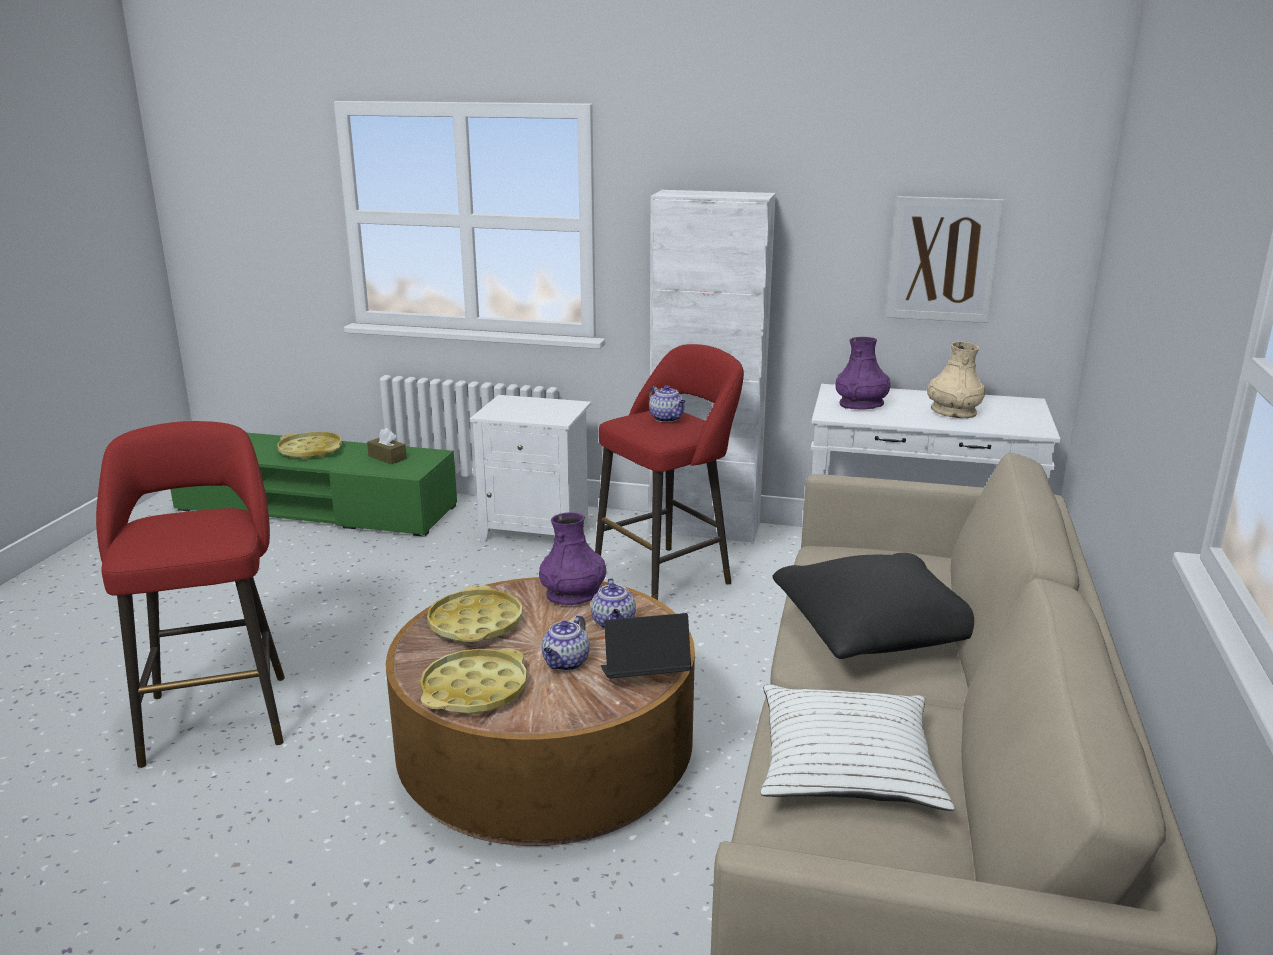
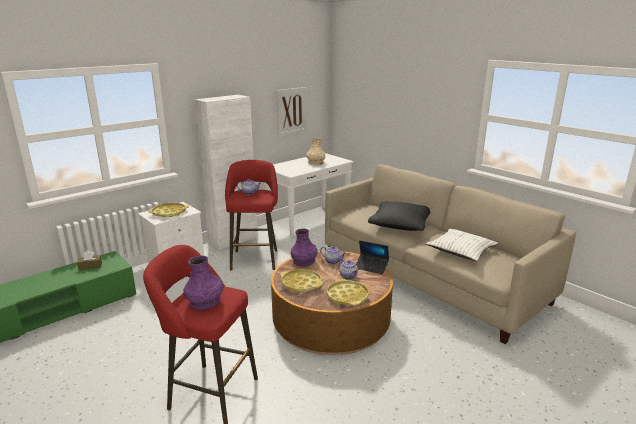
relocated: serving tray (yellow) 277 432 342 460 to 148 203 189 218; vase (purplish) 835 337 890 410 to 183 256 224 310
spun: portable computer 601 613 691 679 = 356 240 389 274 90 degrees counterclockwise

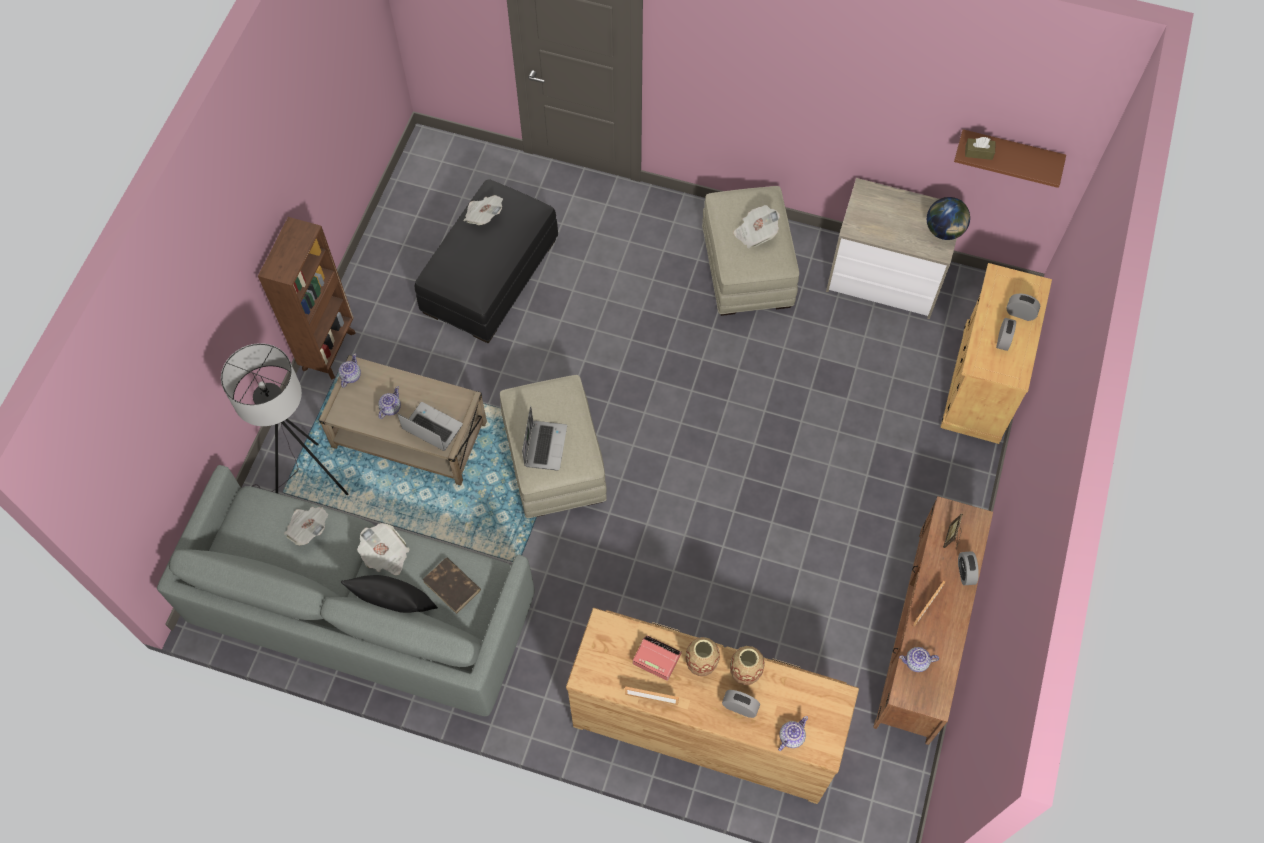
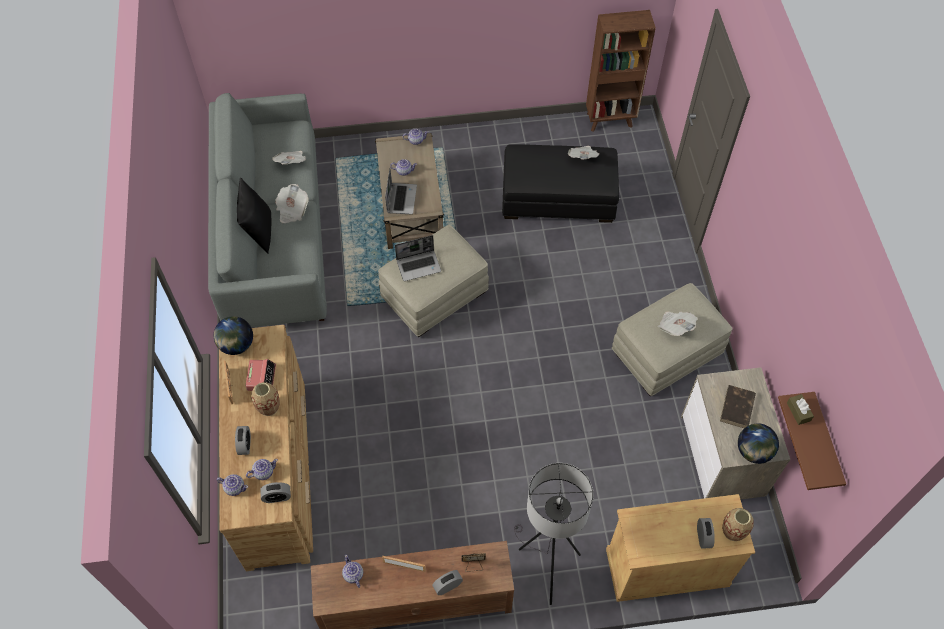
appeared: desk globe 214 316 253 355; teapot 246 459 278 480
relocated: table clock 996 318 1016 351 to 260 482 291 503; floor lamp (gray) 221 343 348 495 to 514 463 594 605; bookcase (brownish) 258 217 356 379 to 586 10 656 132; book (brownish) 422 557 481 614 to 720 385 756 428; vase 730 646 765 685 to 722 508 754 541

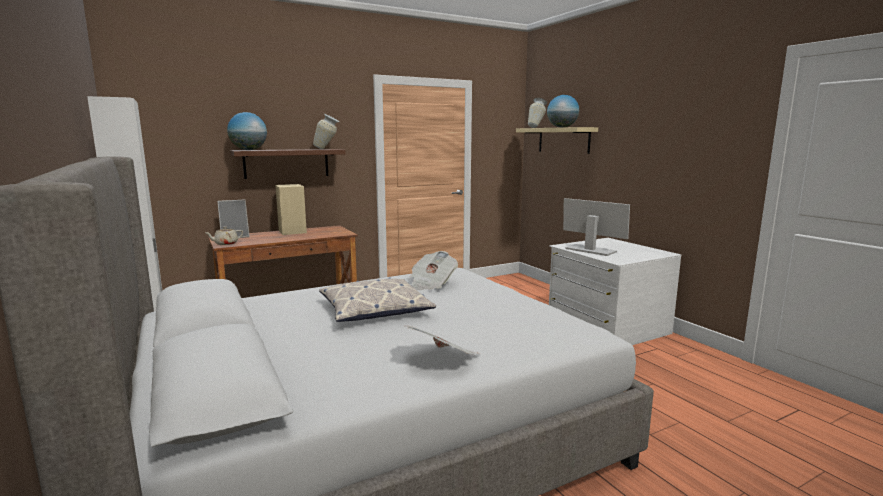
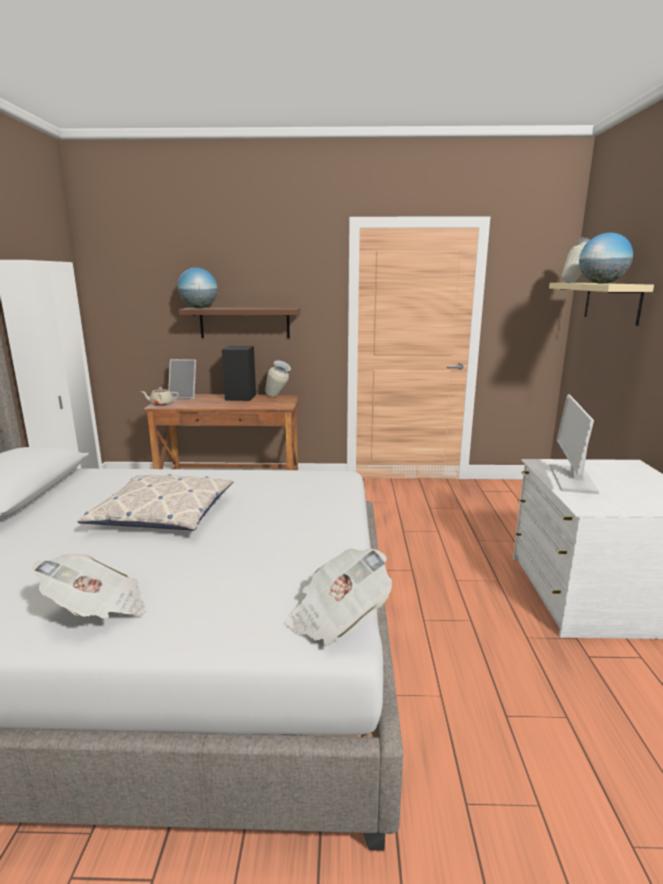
relocated: vase 313 114 339 149 to 265 360 291 397; printed paper 410 251 458 290 to 286 548 392 646
colour: audio speaker (beige-coloured) 275 184 307 235 to audio speaker (blackish) 222 346 256 401
spun: computer display 563 198 630 256 = 550 394 599 494 150 degrees counterclockwise

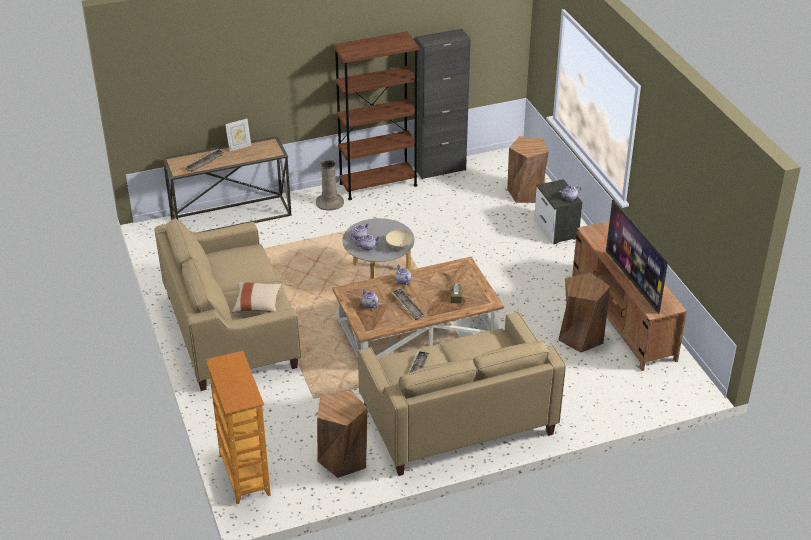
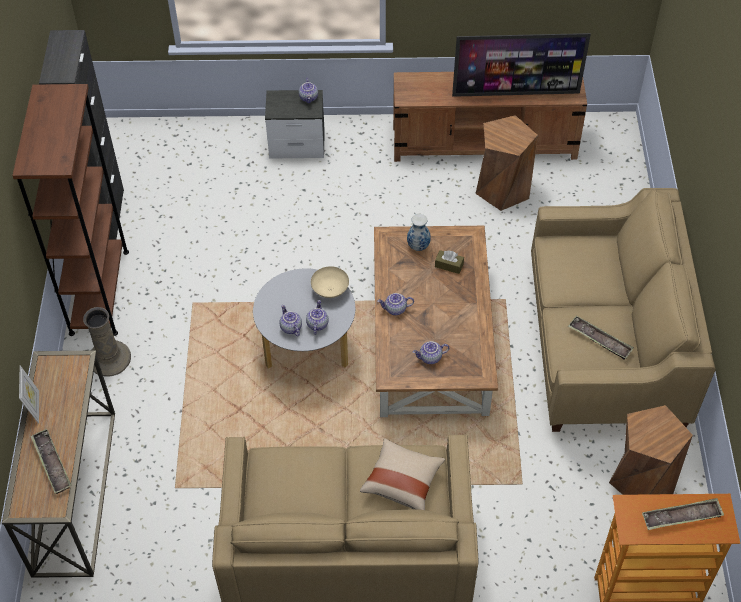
missing: stool (brownish) 507 136 549 203
appeared: vase 407 214 431 251
relocated: serving tray 391 288 425 320 to 642 498 724 530

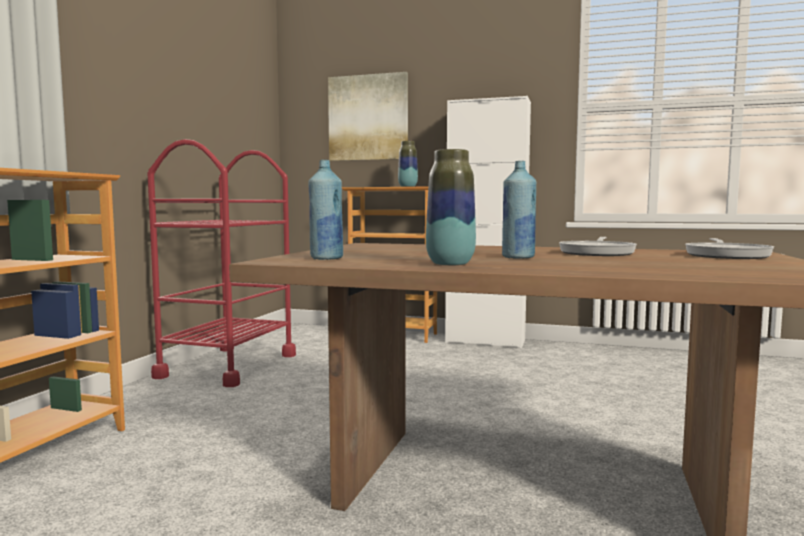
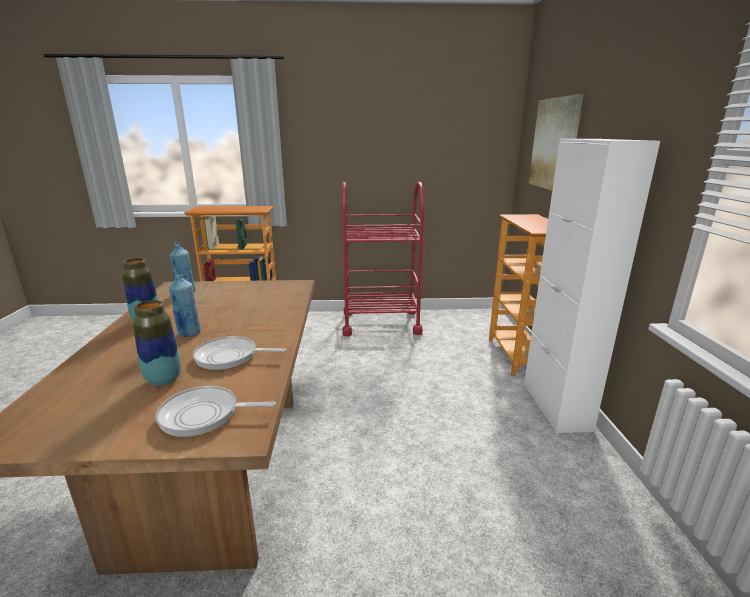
relocated: vase 398 141 418 187 to 133 300 181 386

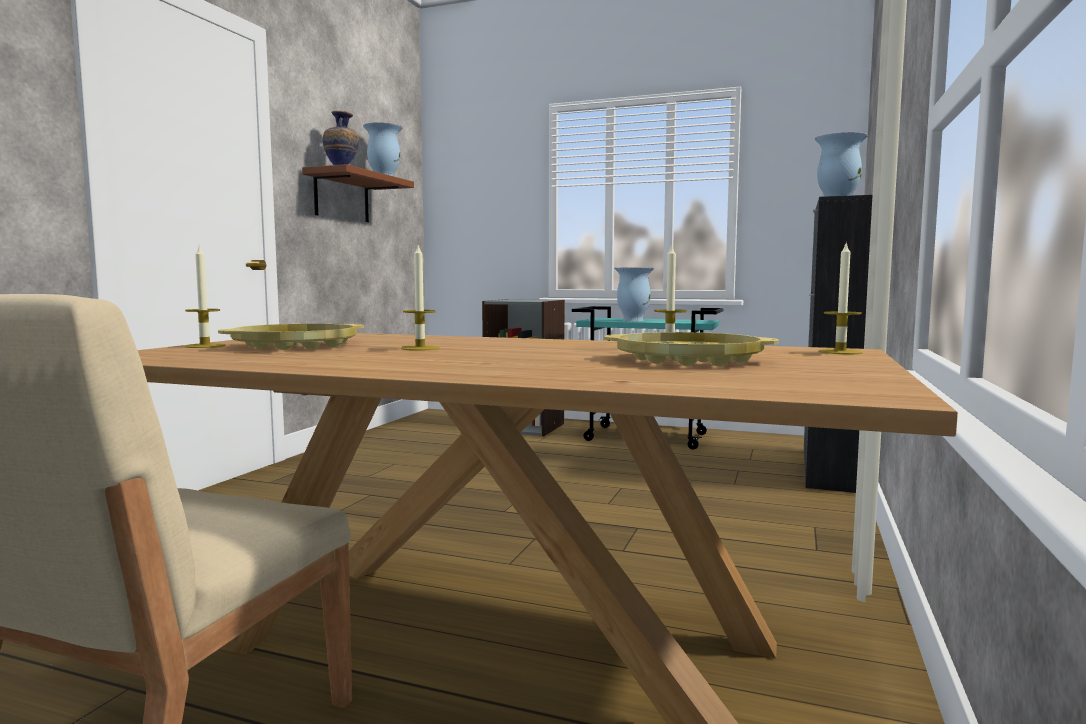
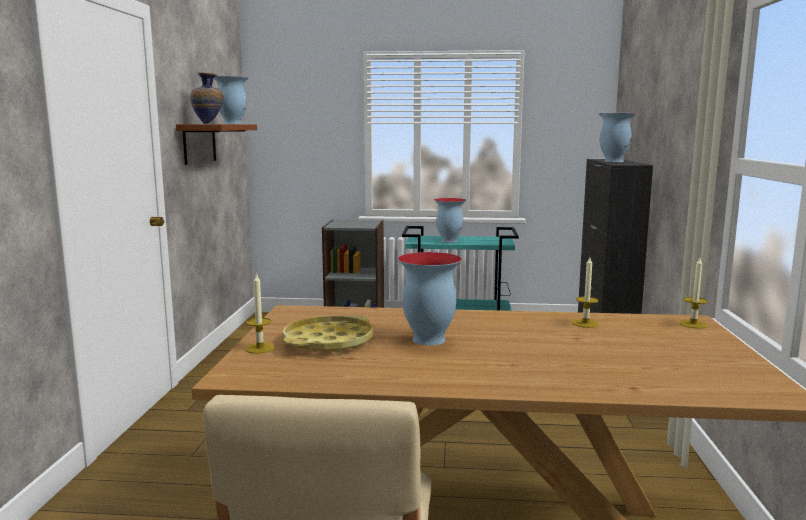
missing: serving tray (yellow) 604 332 779 366
exchanged: wax light 401 245 440 351 to vase 398 252 462 345

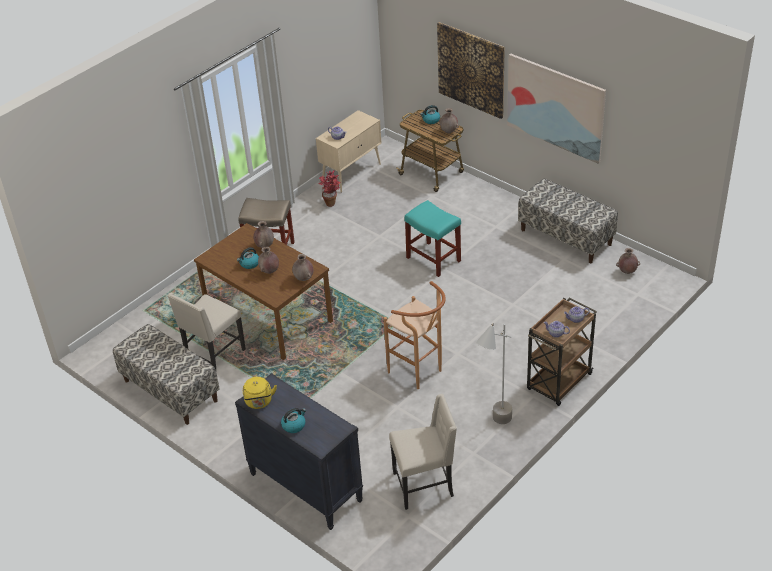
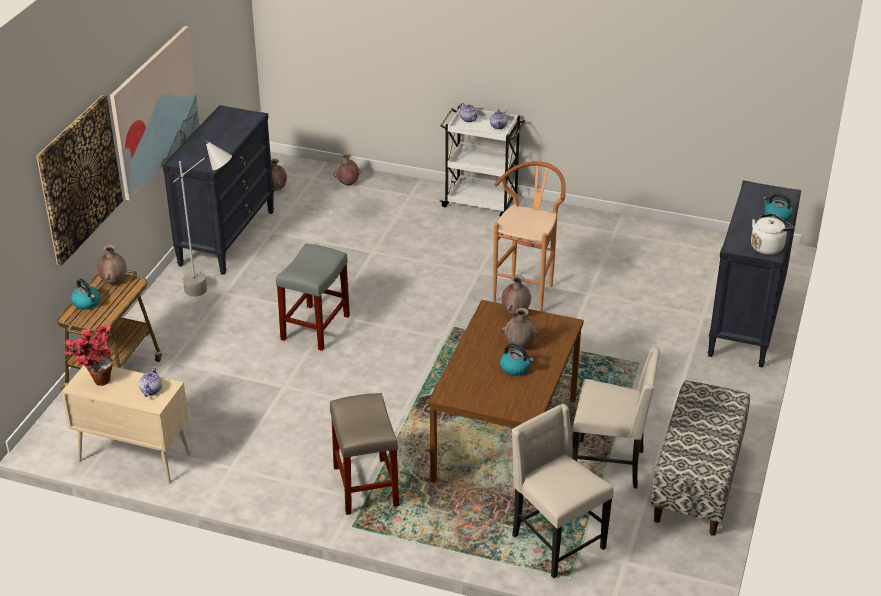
relocated: potted plant 319 170 341 207 to 64 325 113 386; floor lamp (gray) 476 323 512 424 to 173 140 232 297; vase (brownish) 253 221 274 248 to 333 153 362 186; plain chair (beige-coloured) 389 394 457 510 to 512 404 614 578
exchanged: bench 518 178 618 263 to chest of drawers (blackish) 163 105 274 275
colour: stool (blue-green) 404 200 461 277 to stool (gray) 276 244 350 351; trolley (brownish) 527 298 597 406 to trolley (white) 439 106 525 217; water kettle (yellow) 243 377 277 409 to water kettle (white) 751 213 794 255

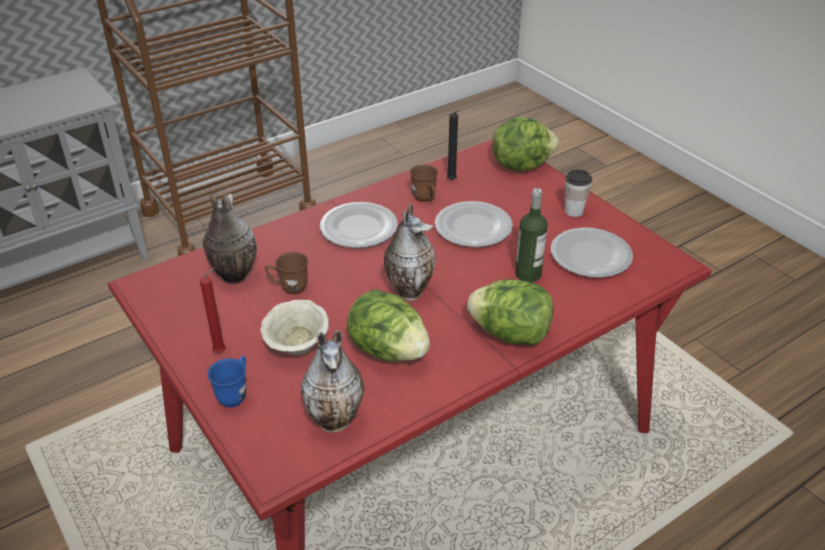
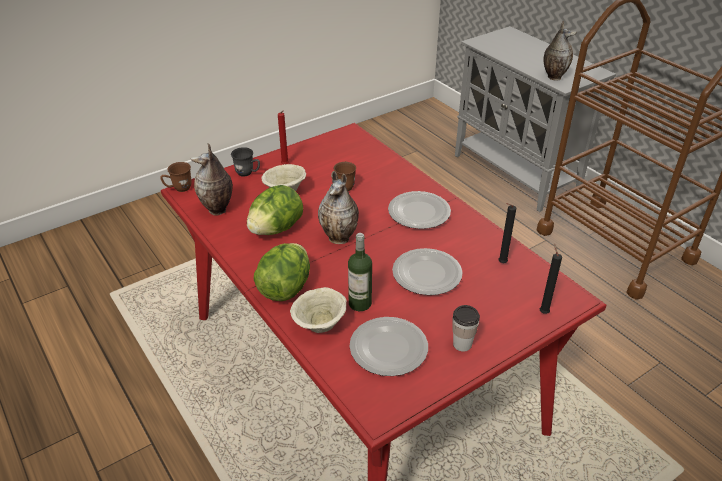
appeared: deep dish (beige-coloured) 290 287 347 333
relocated: tea mug (brownish) 410 165 438 202 to 160 162 192 192; vase 203 194 257 284 to 543 21 577 81
exchanged: head of lettuce 492 117 559 171 to wax light (blackish) 540 244 562 314
colour: tea mug (blue-coloured) 207 356 246 408 to tea mug (gray) 231 147 260 177

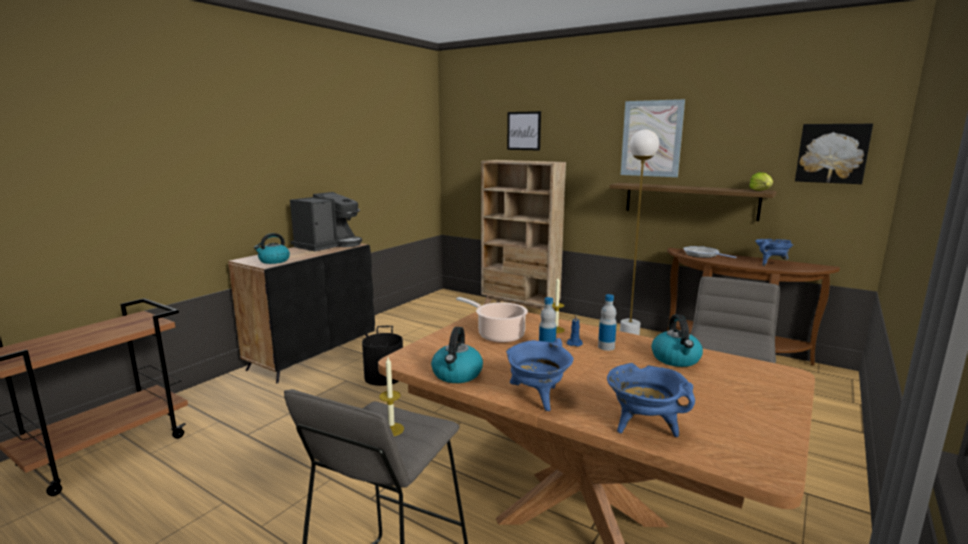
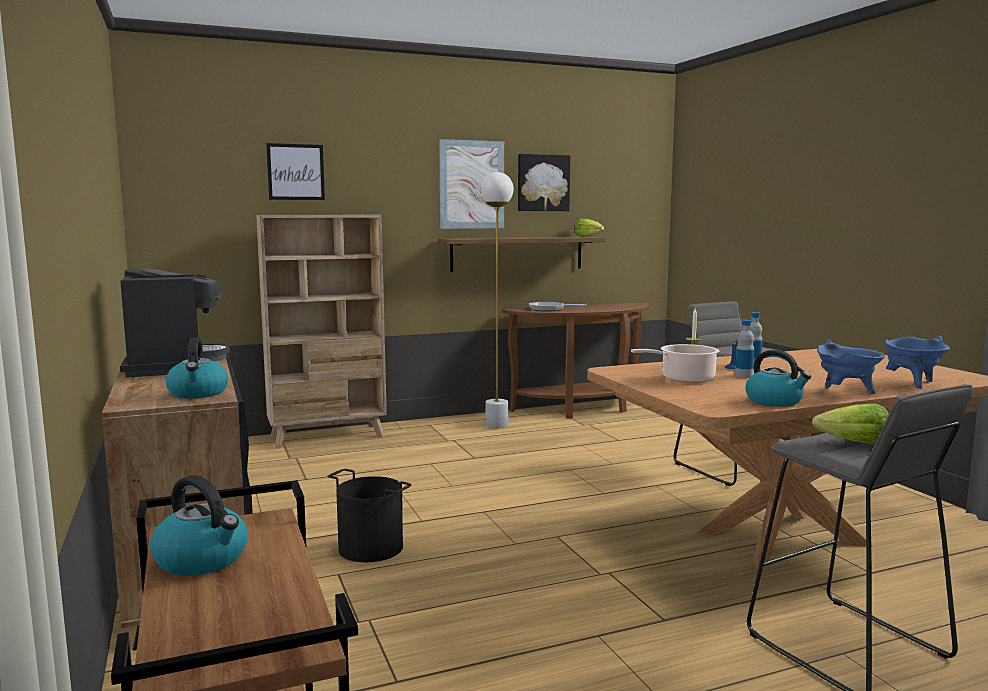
missing: stockpot (blue-coloured) 755 239 794 266
relocated: water kettle 652 314 703 367 to 150 475 247 576; wall picture 795 124 873 184 to 518 154 570 211
exchanged: wax light 379 357 404 436 to head of lettuce 812 403 889 444

